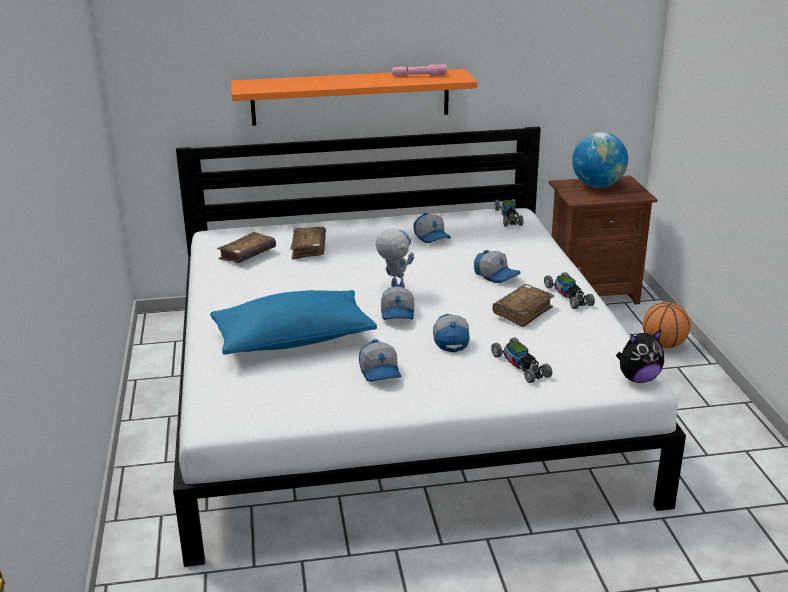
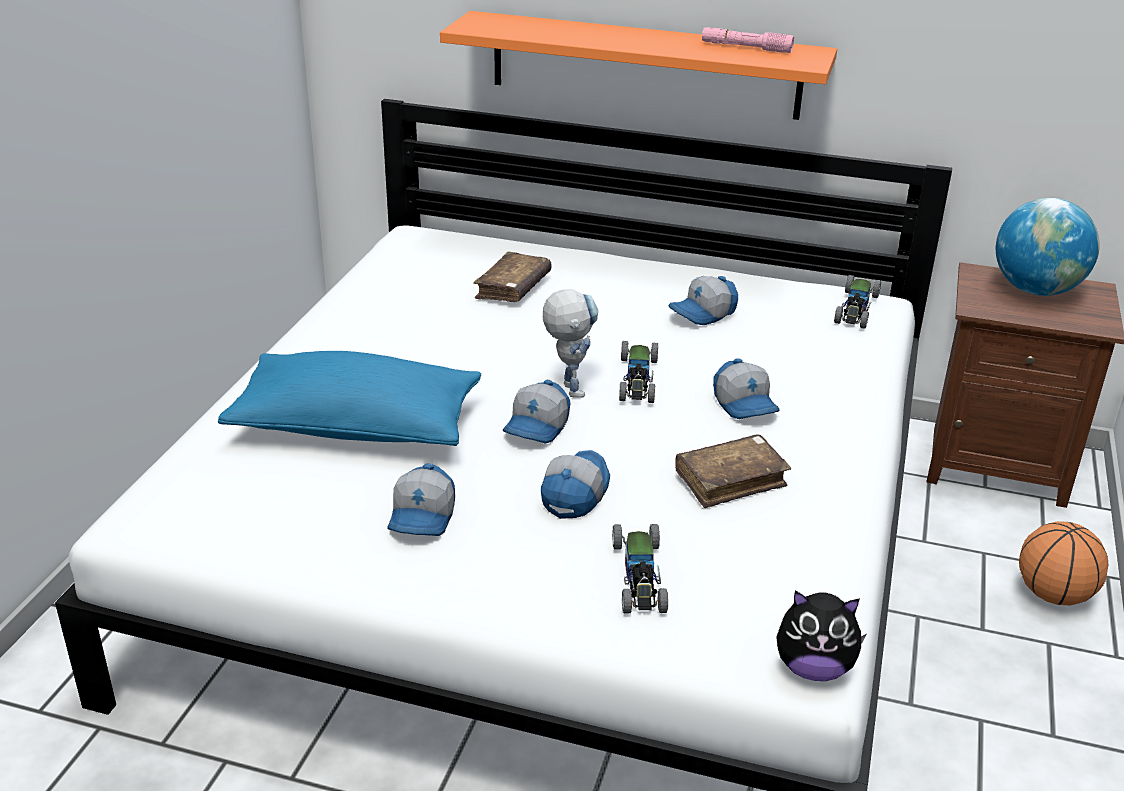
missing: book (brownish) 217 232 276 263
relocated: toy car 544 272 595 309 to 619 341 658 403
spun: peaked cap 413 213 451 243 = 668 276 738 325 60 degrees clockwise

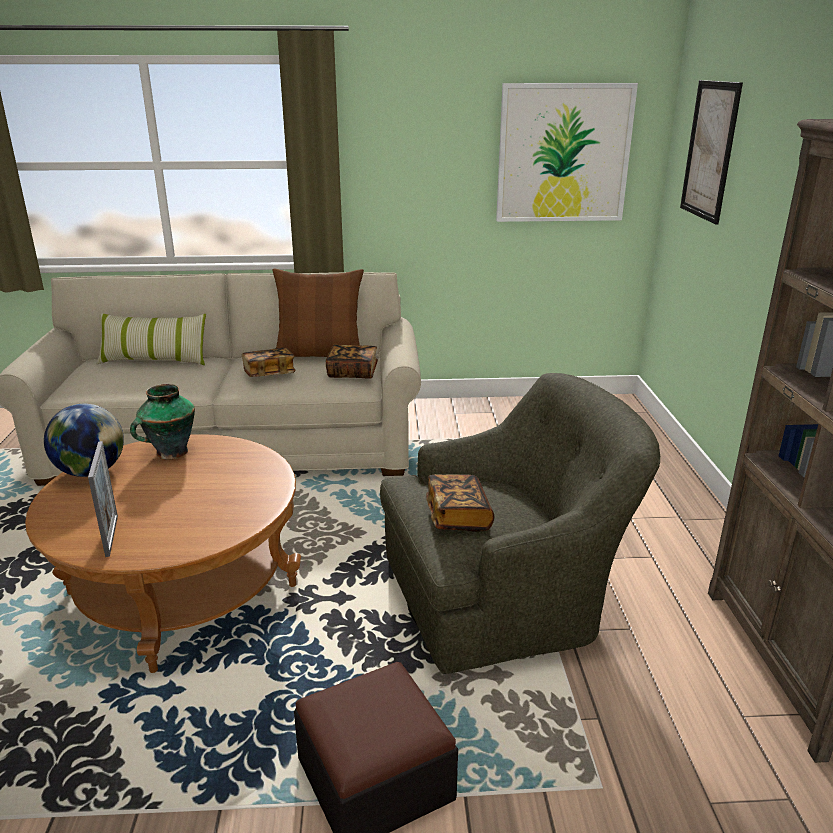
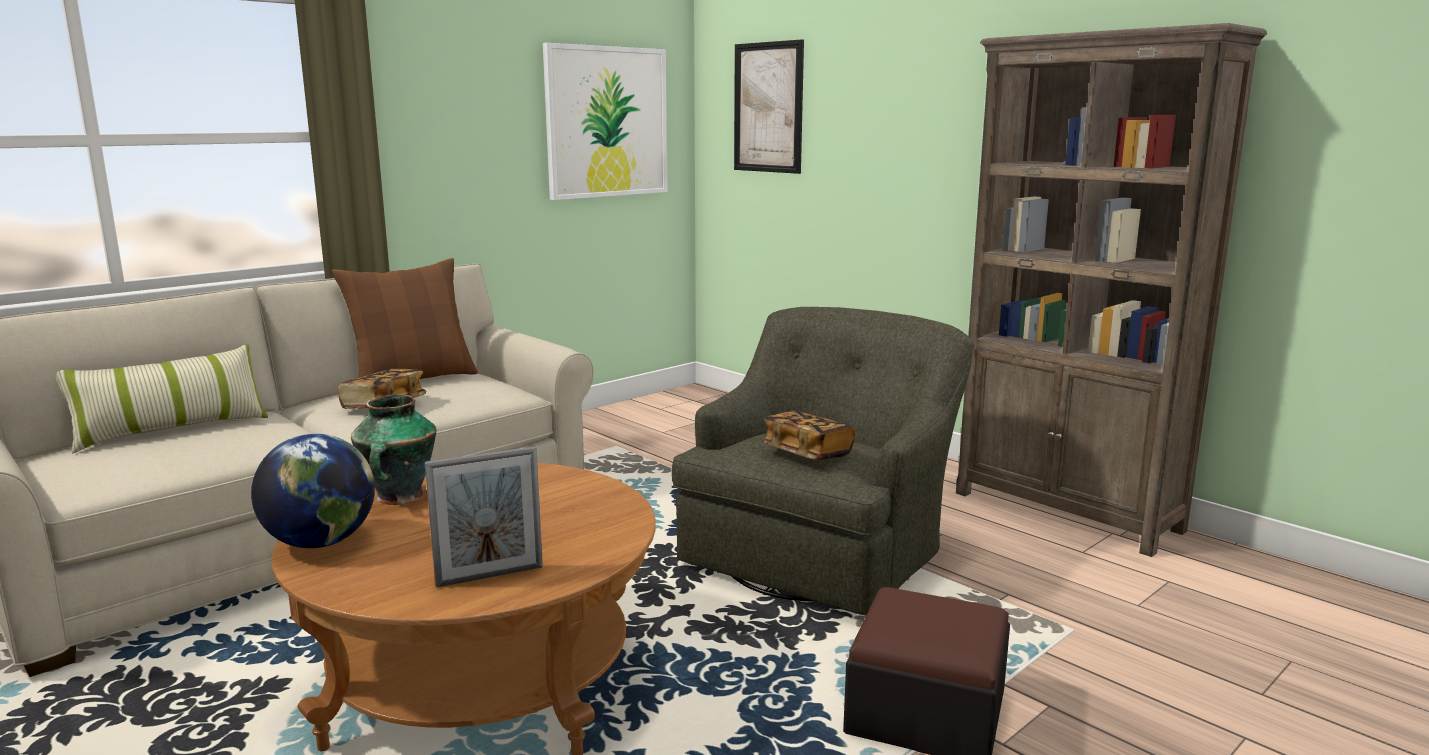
missing: book 326 345 378 379
spun: picture frame 88 441 118 557 = 425 446 543 588 120 degrees clockwise

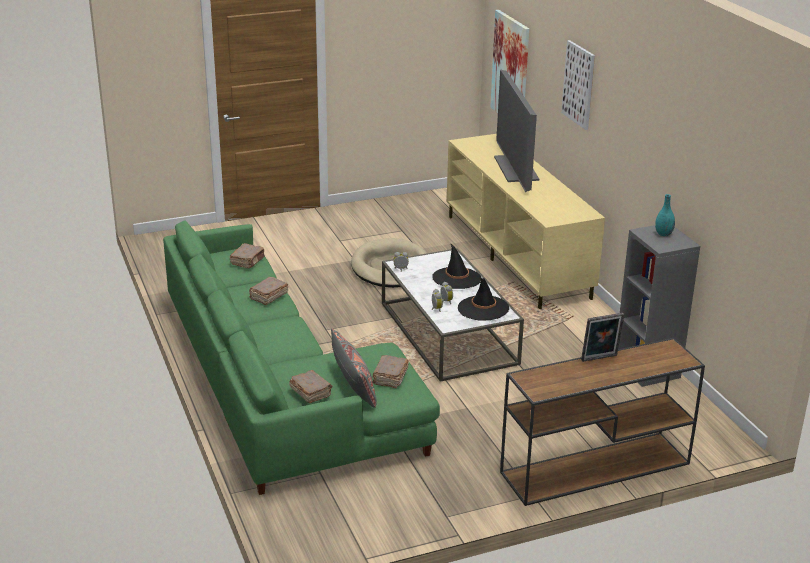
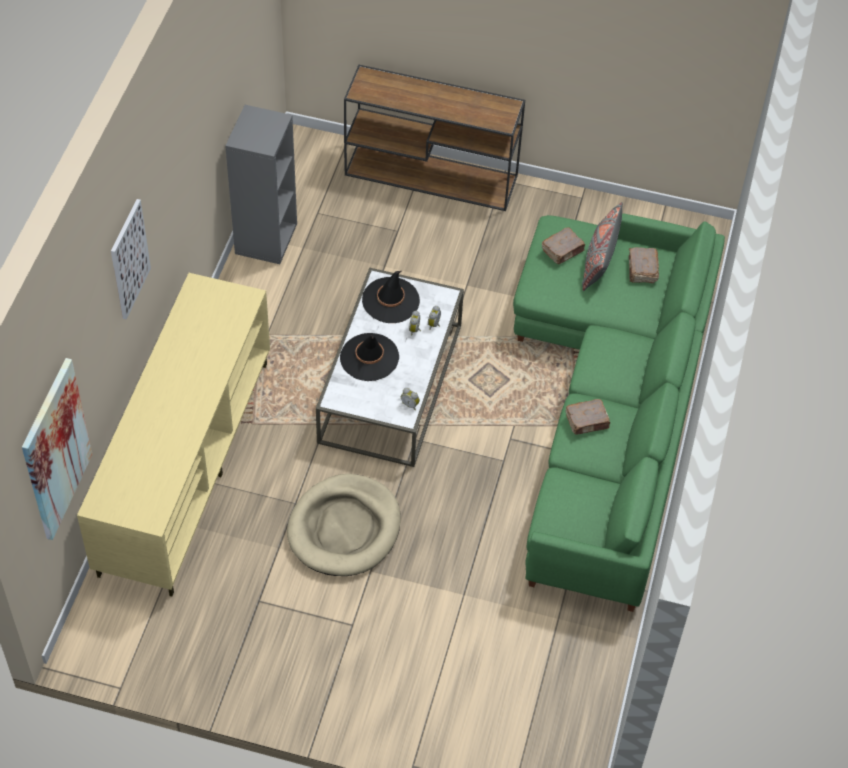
missing: book (brownish) 230 243 265 268; TV set 494 69 539 192; picture frame 581 313 624 362; vase (blue-green) 655 194 675 236

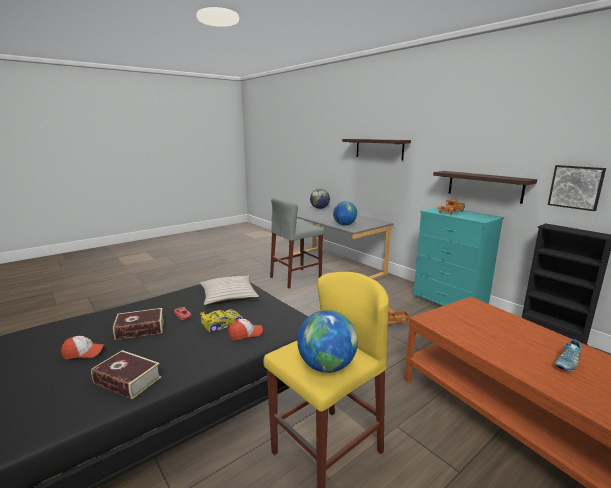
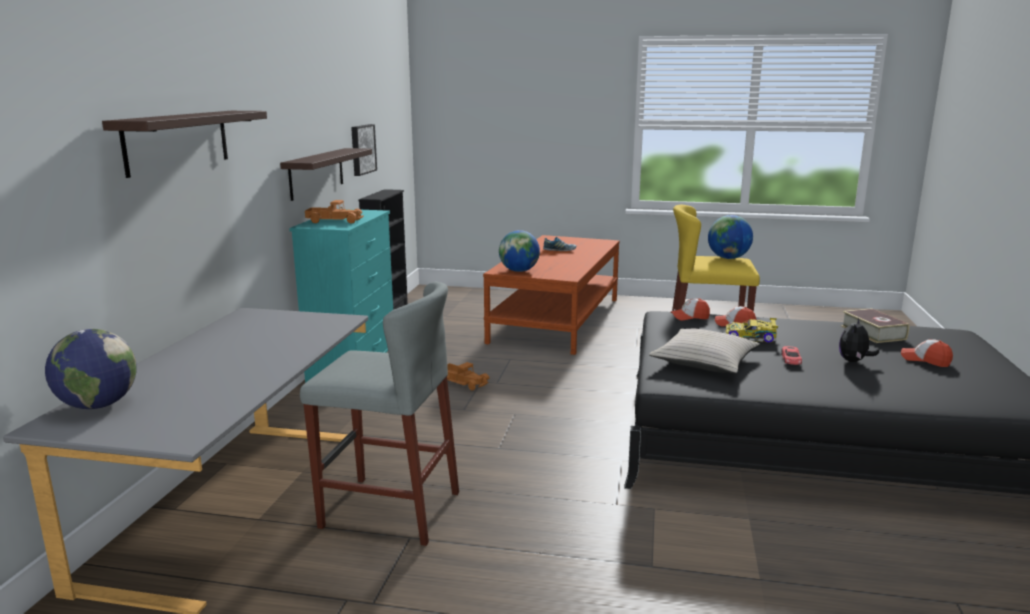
appeared: peaked cap 671 298 710 321
relocated: desk globe 333 201 357 225 to 499 230 540 272
exchanged: book 113 308 164 340 to cuddly toy 839 318 879 362

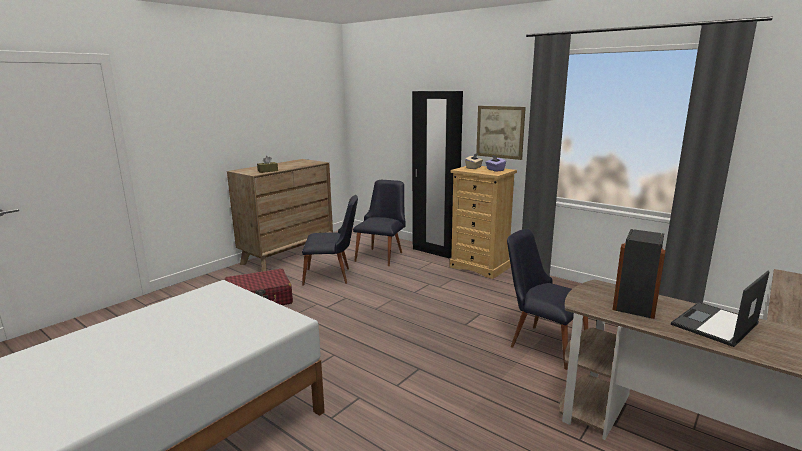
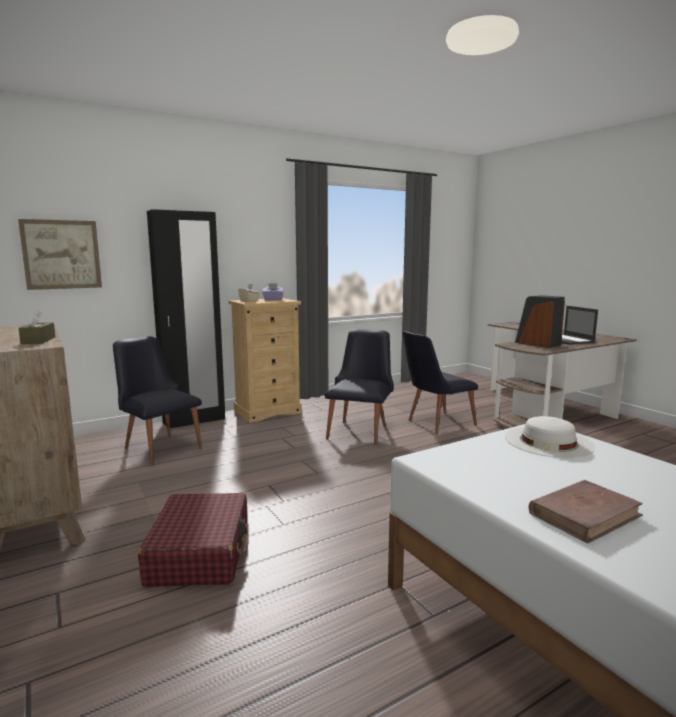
appeared: clothing hat (white) 505 416 595 458; book (brownish) 529 480 643 543
relocated: wall picture 476 106 526 160 to 18 219 102 290; plain chair (blackish) 302 195 358 286 to 325 329 393 445

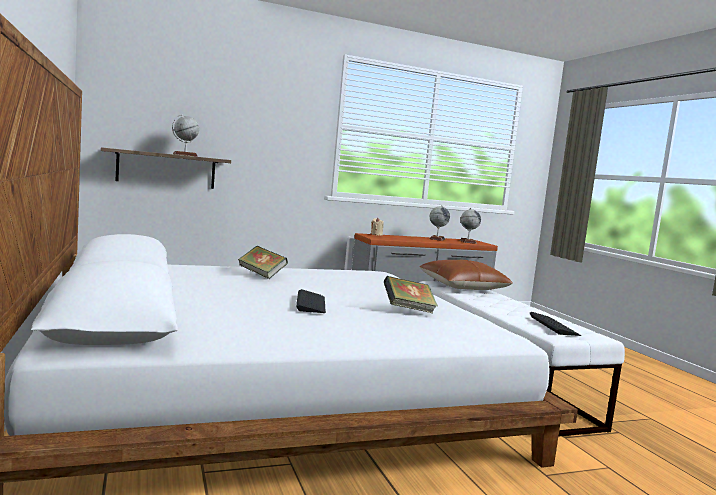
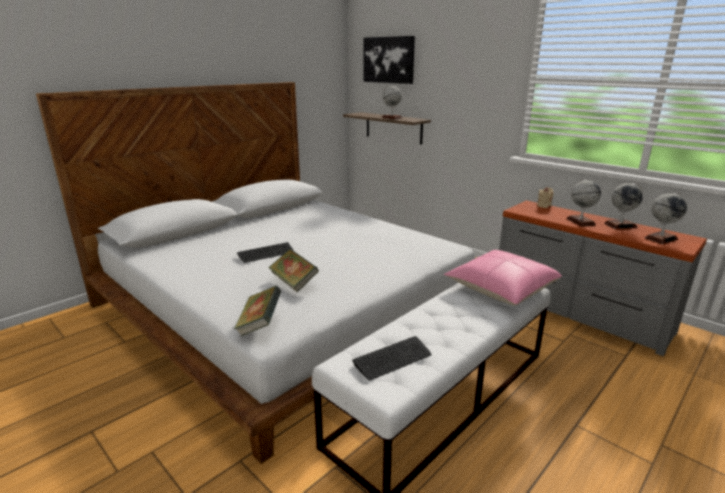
appeared: wall picture 363 36 415 84; desk globe 566 178 601 227
relocated: book 238 246 288 279 to 234 286 281 336
colour: throw pillow (brownish) 420 260 513 290 to throw pillow (pinkish) 444 250 562 306

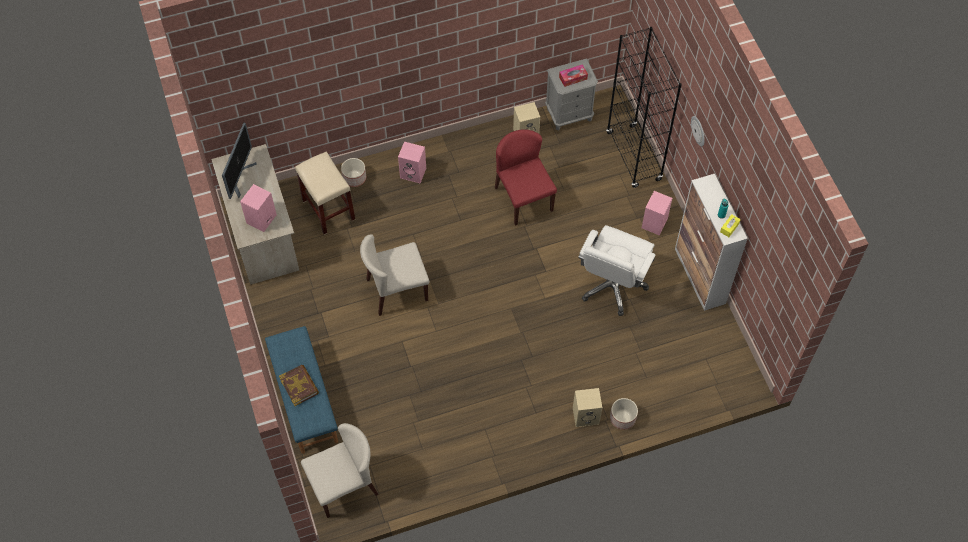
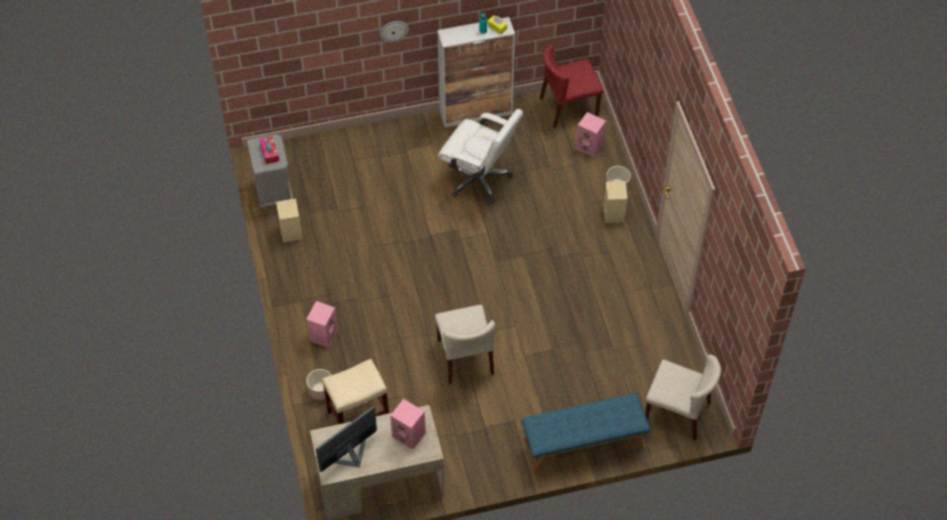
missing: book 279 365 319 406; bookcase (blackish) 606 27 682 188
relocated: plain chair (reddish) 495 129 557 226 to 540 45 604 128; audio speaker (pinkish) 642 191 672 236 to 576 112 606 157
spun: computer display 222 123 257 199 = 316 406 377 472 60 degrees counterclockwise; plain chair (beige-coloured) 301 423 379 518 = 645 354 721 440 135 degrees clockwise

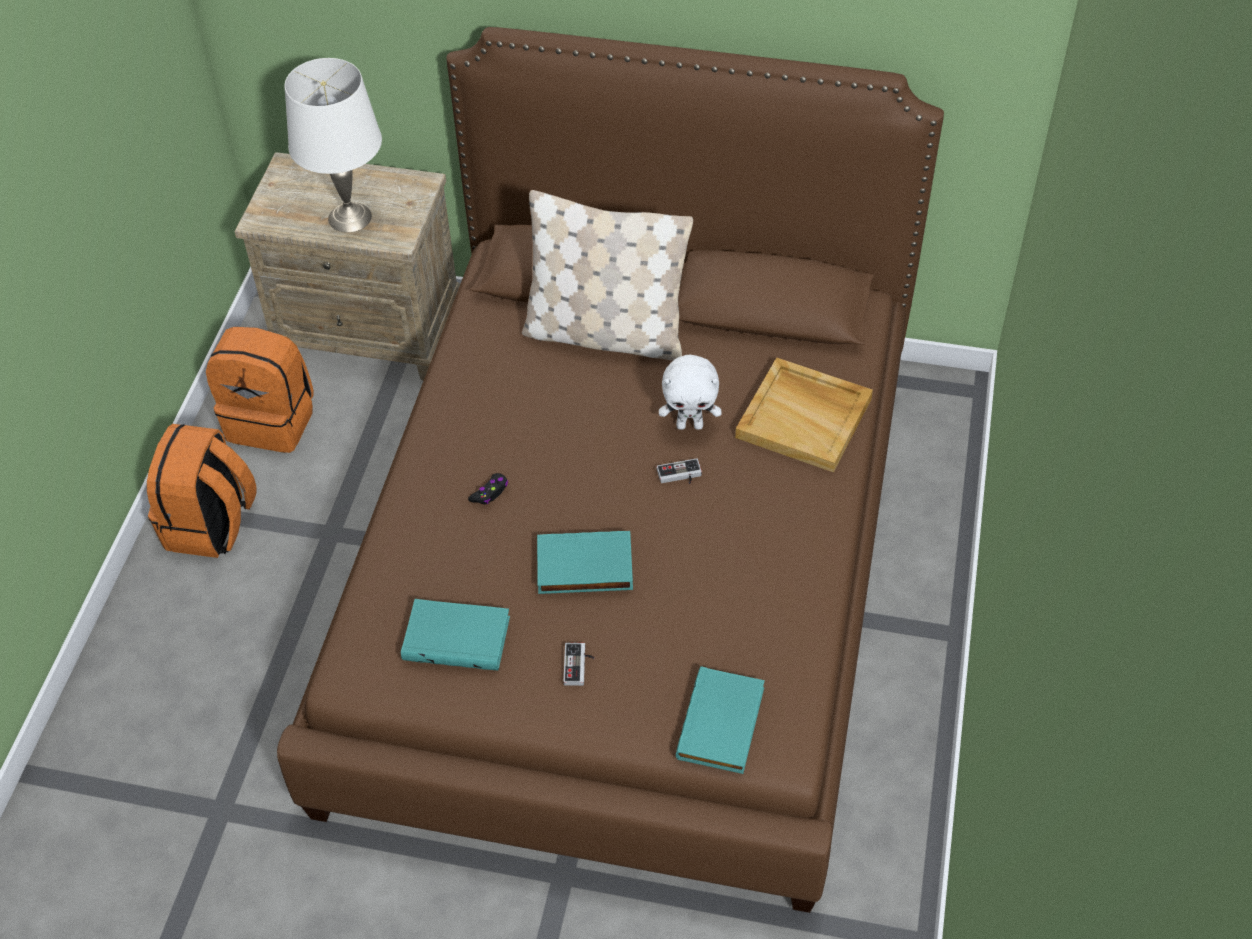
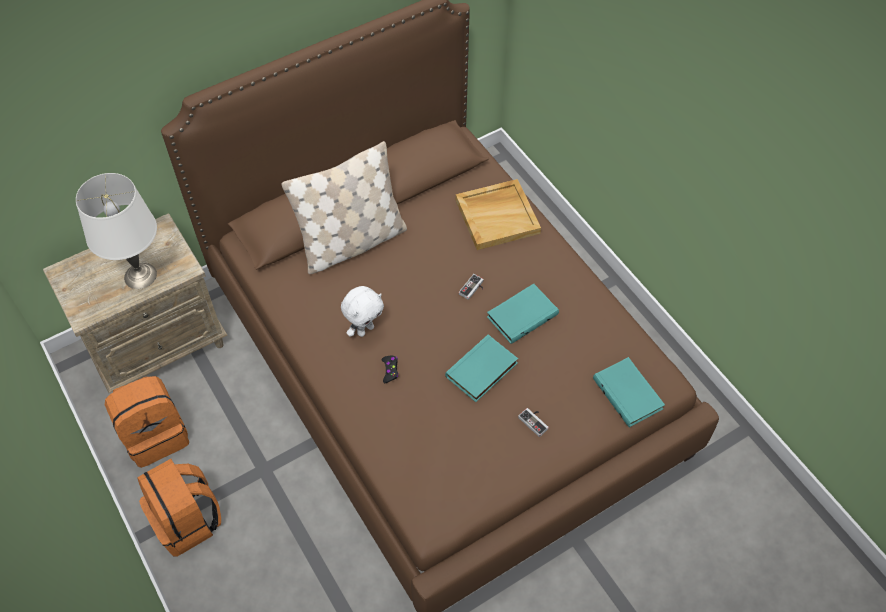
relocated: cuddly toy (white) 659 355 721 430 to 341 286 384 337; book (blue-green) 401 599 510 671 to 487 284 559 344

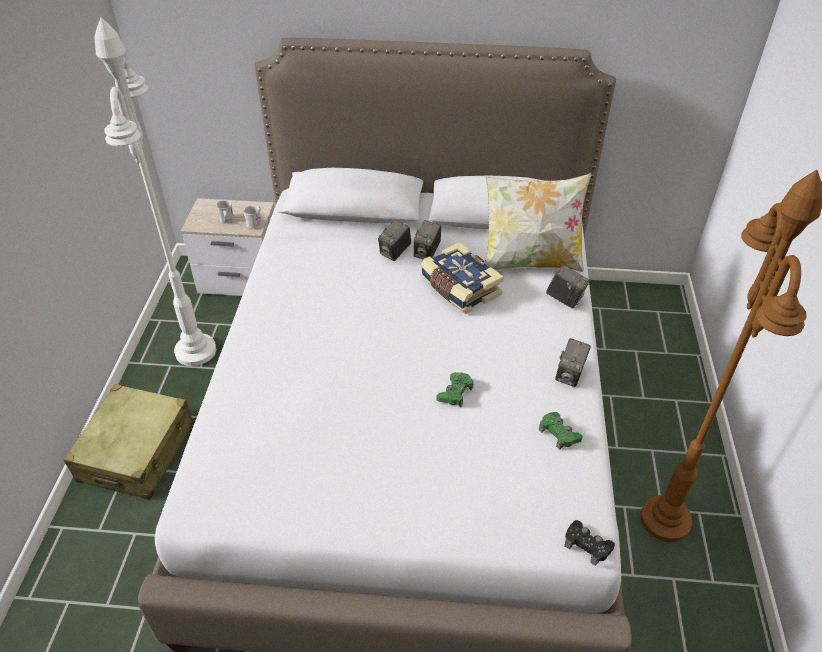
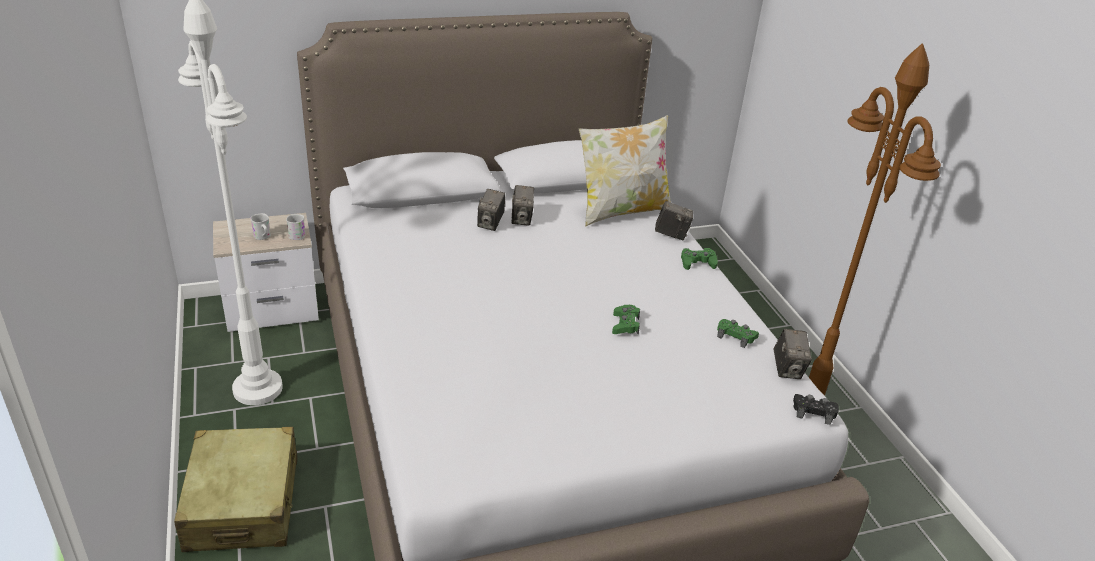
missing: book 421 242 504 314
appeared: game controller (green) 681 248 718 270
relocated: still camera 555 338 591 387 to 773 329 812 379

